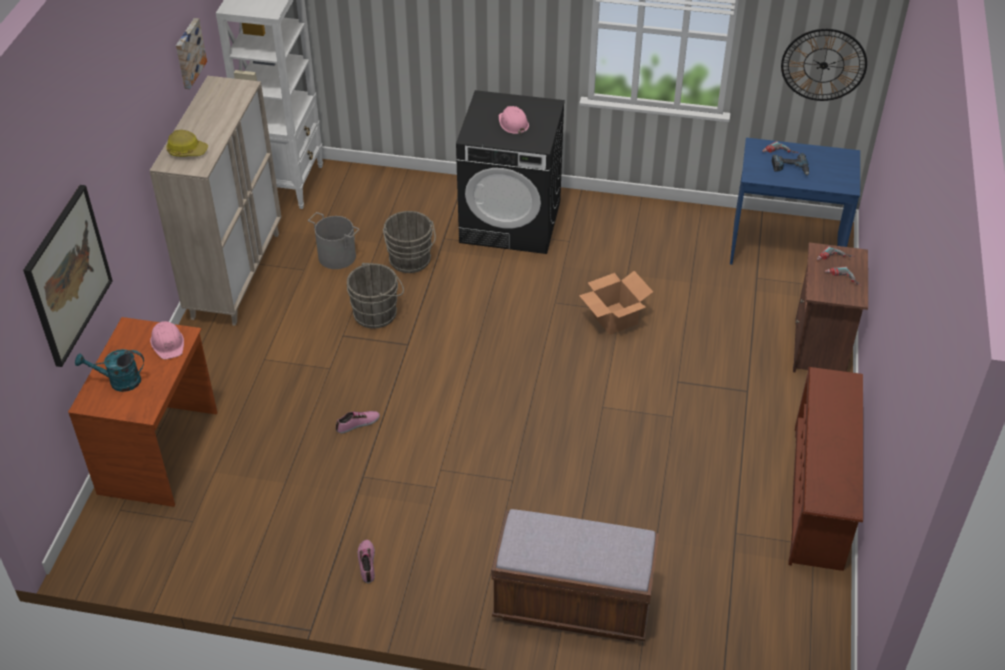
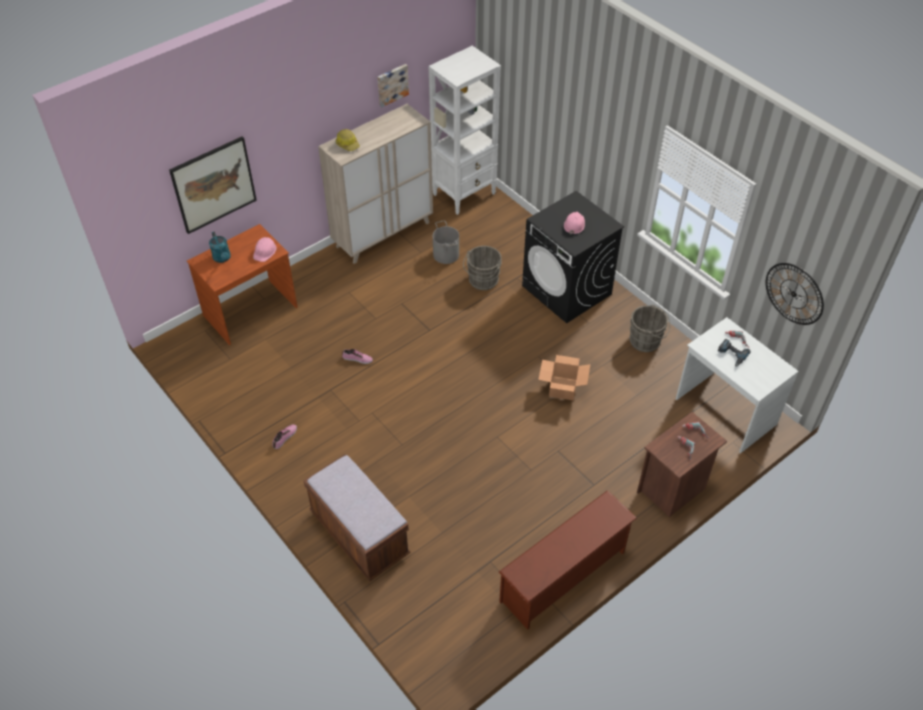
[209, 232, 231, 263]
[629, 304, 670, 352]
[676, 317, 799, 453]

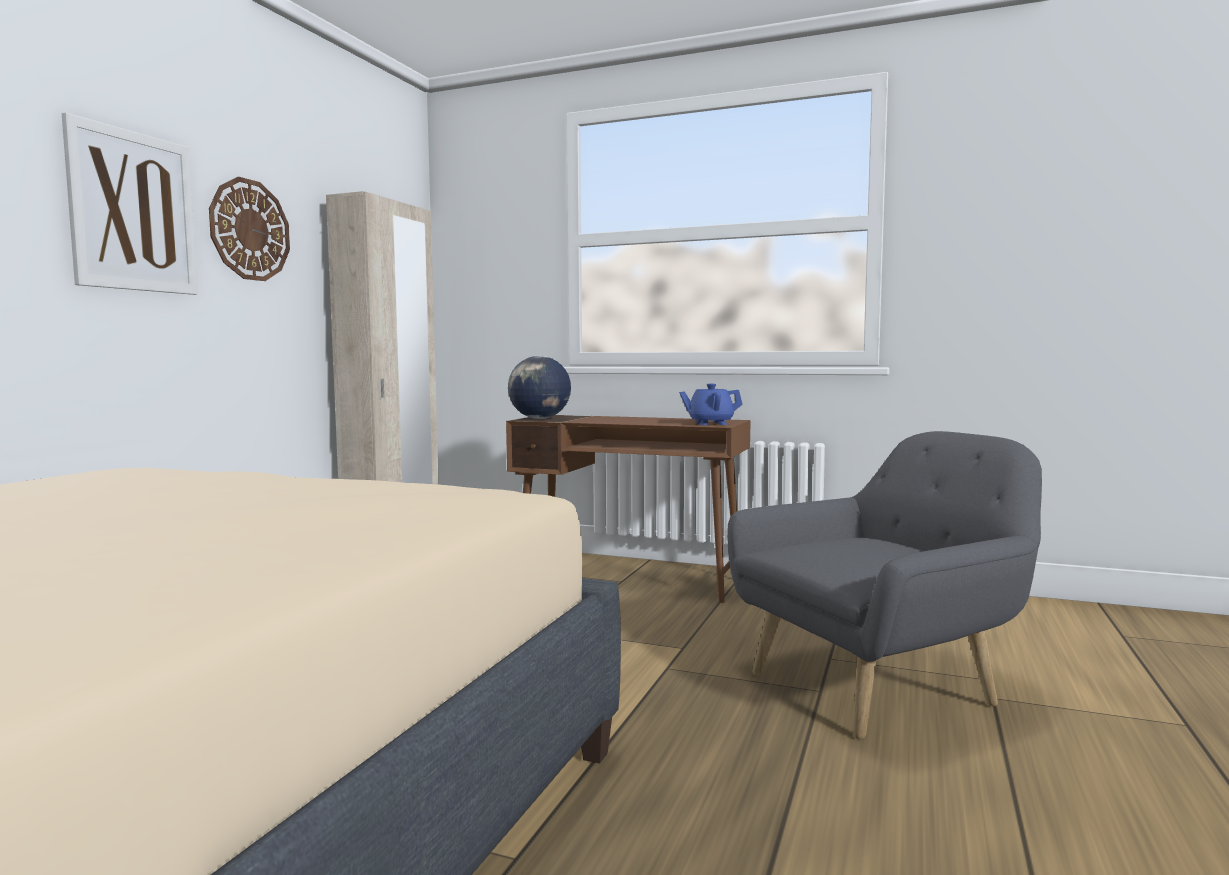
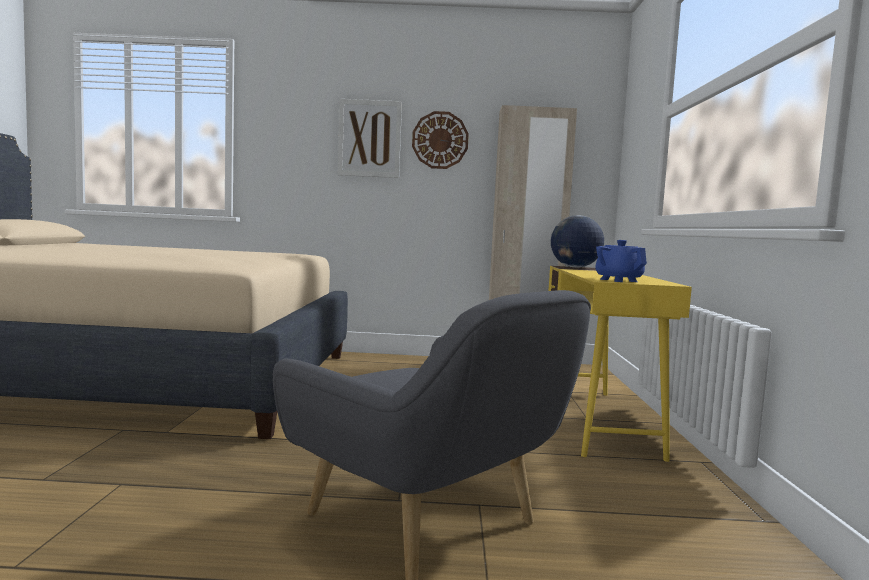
[548, 266, 692, 462]

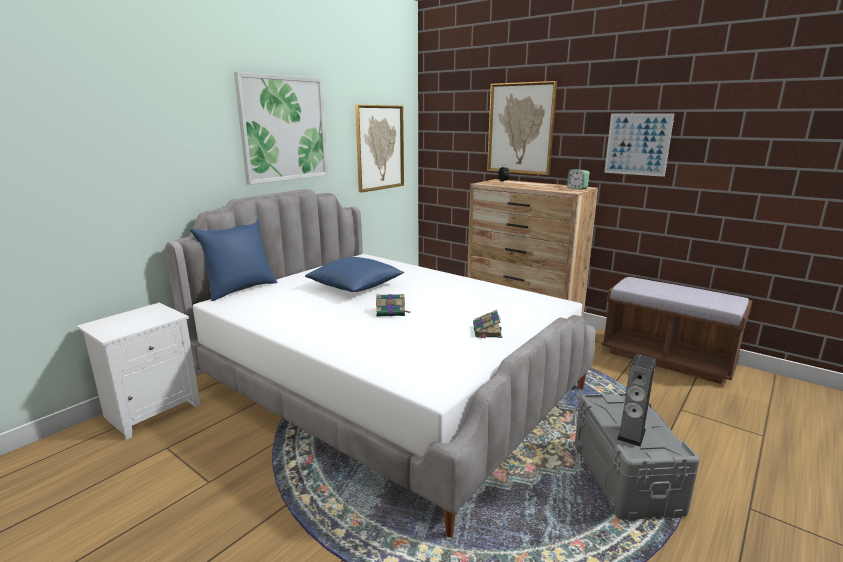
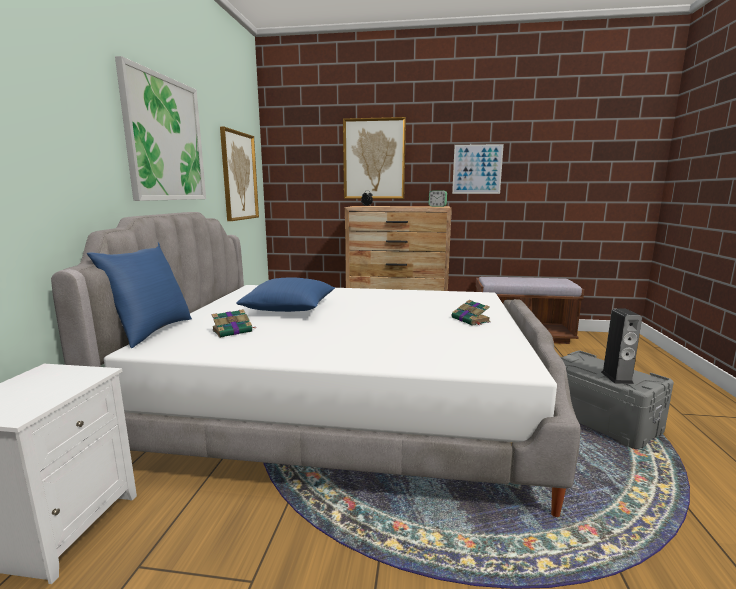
[212, 309, 255, 338]

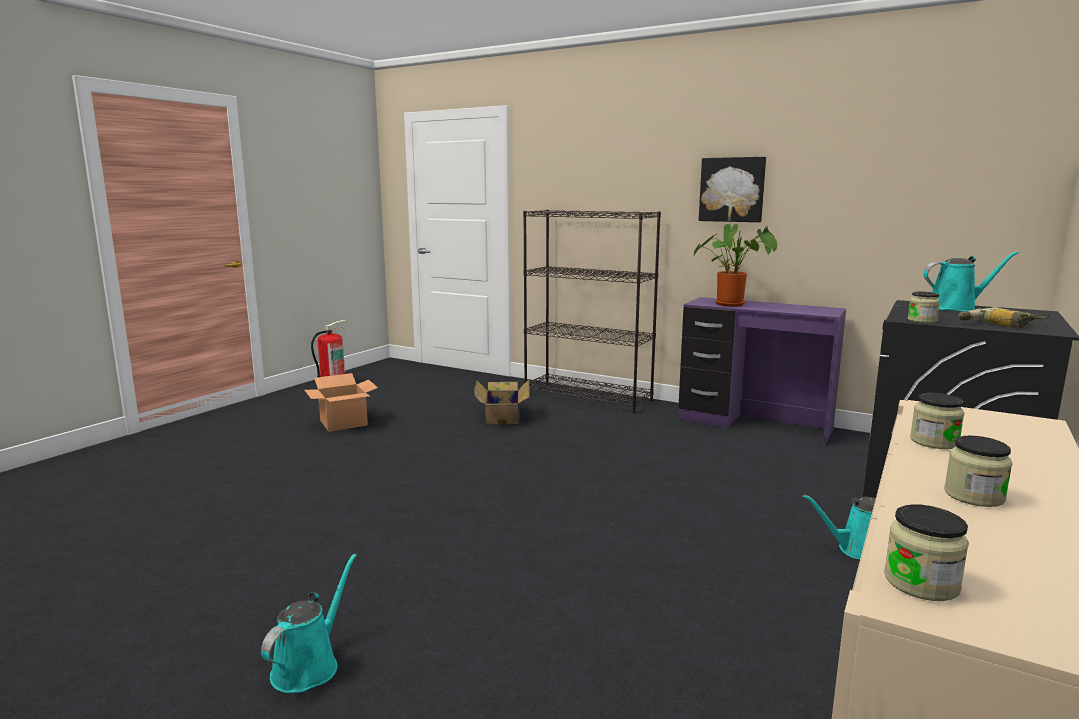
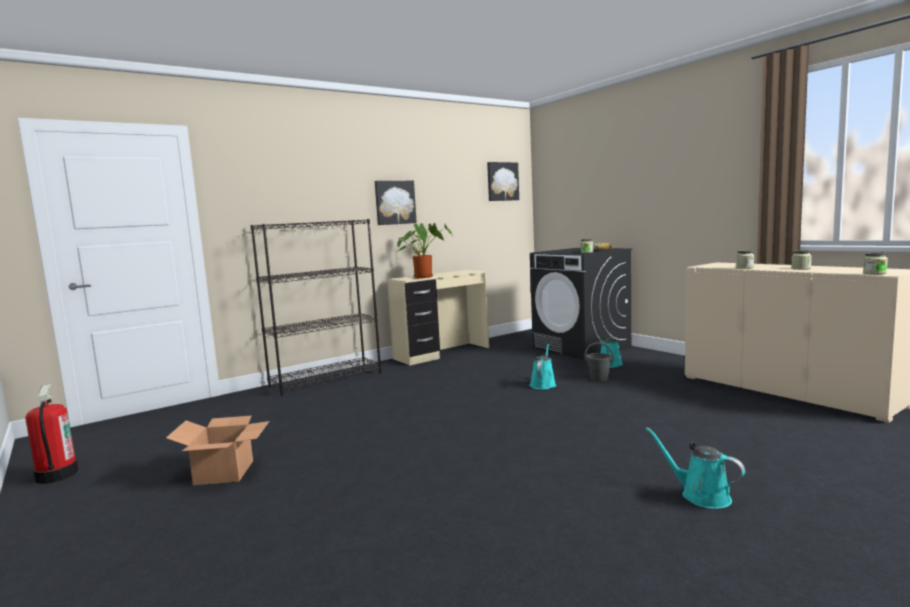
[387, 270, 489, 366]
[487, 162, 519, 201]
[530, 344, 556, 389]
[584, 342, 614, 382]
[474, 380, 530, 425] (first image)

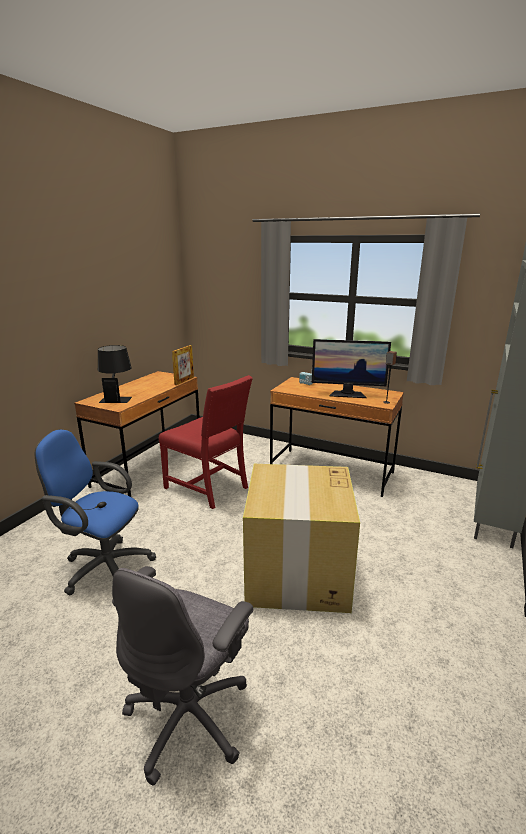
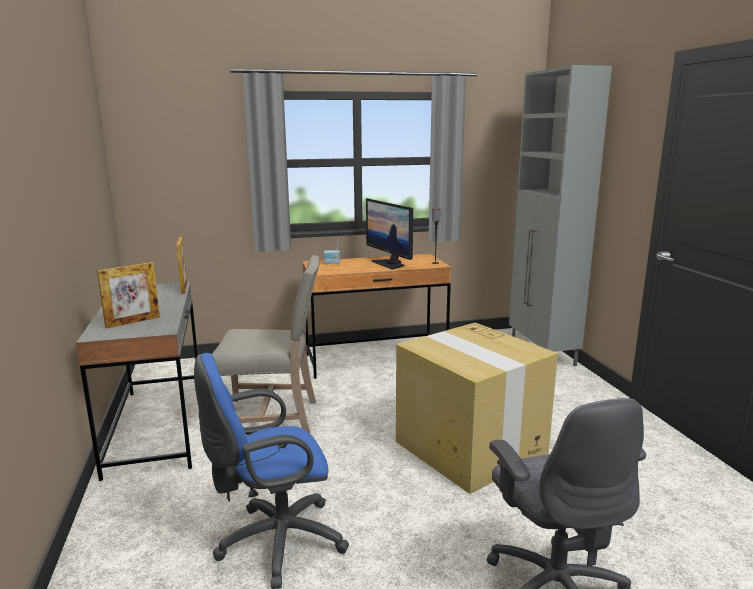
[76, 282, 198, 481]
[97, 262, 160, 329]
[212, 255, 320, 433]
[366, 198, 413, 270]

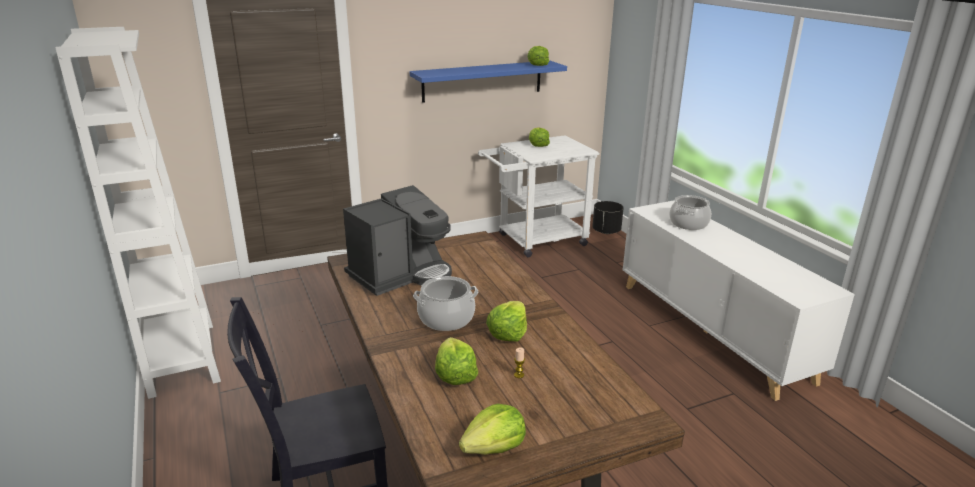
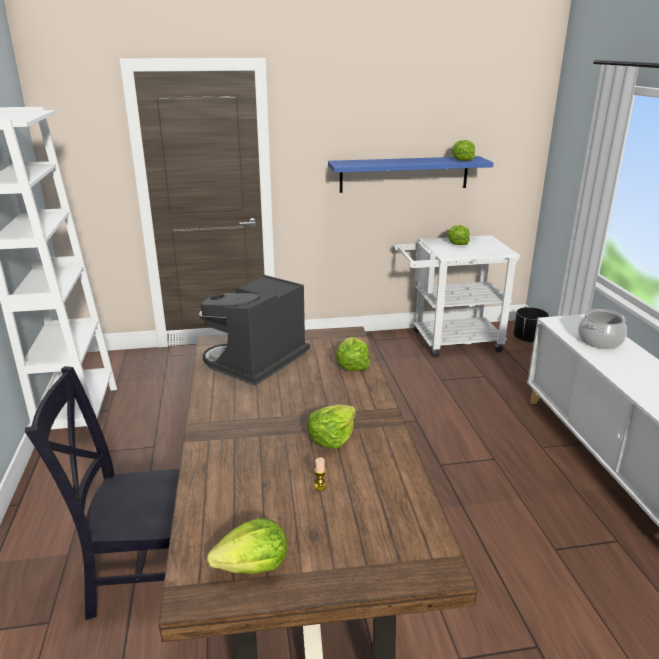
[199, 275, 310, 386]
[336, 337, 370, 371]
[413, 276, 478, 331] (first image)

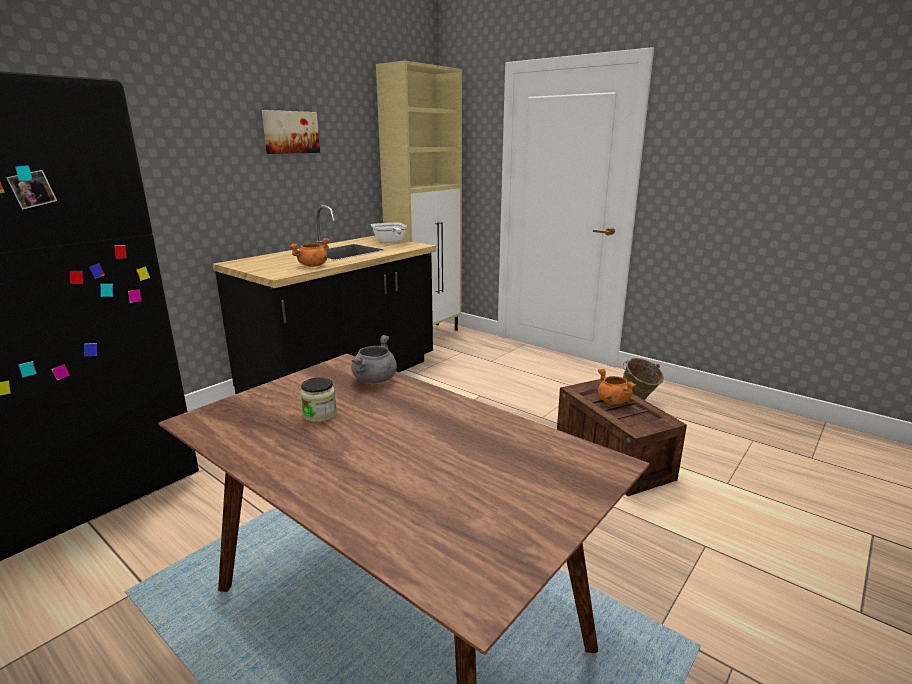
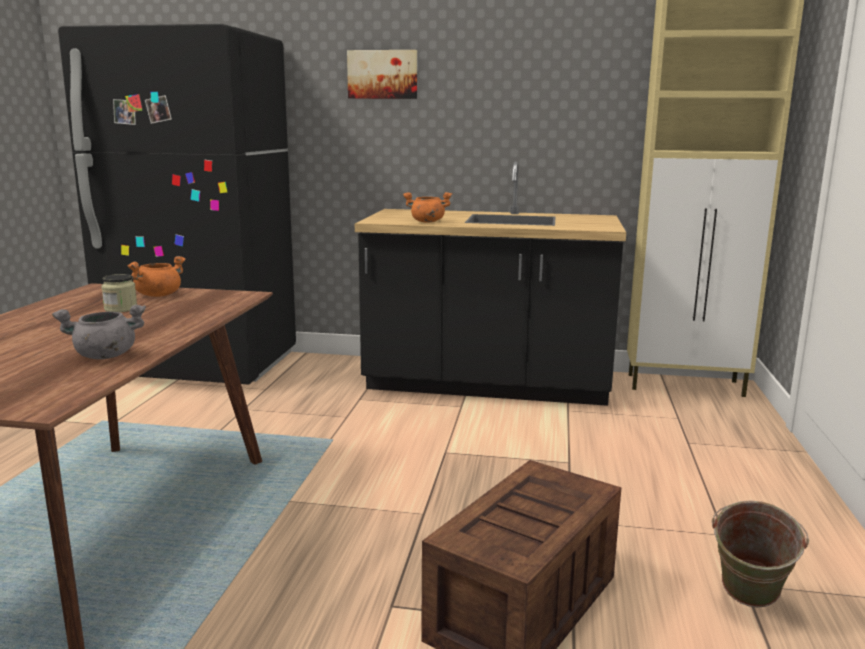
[52, 305, 146, 359]
[128, 256, 186, 297]
[347, 50, 417, 99]
[371, 222, 407, 243] (first image)

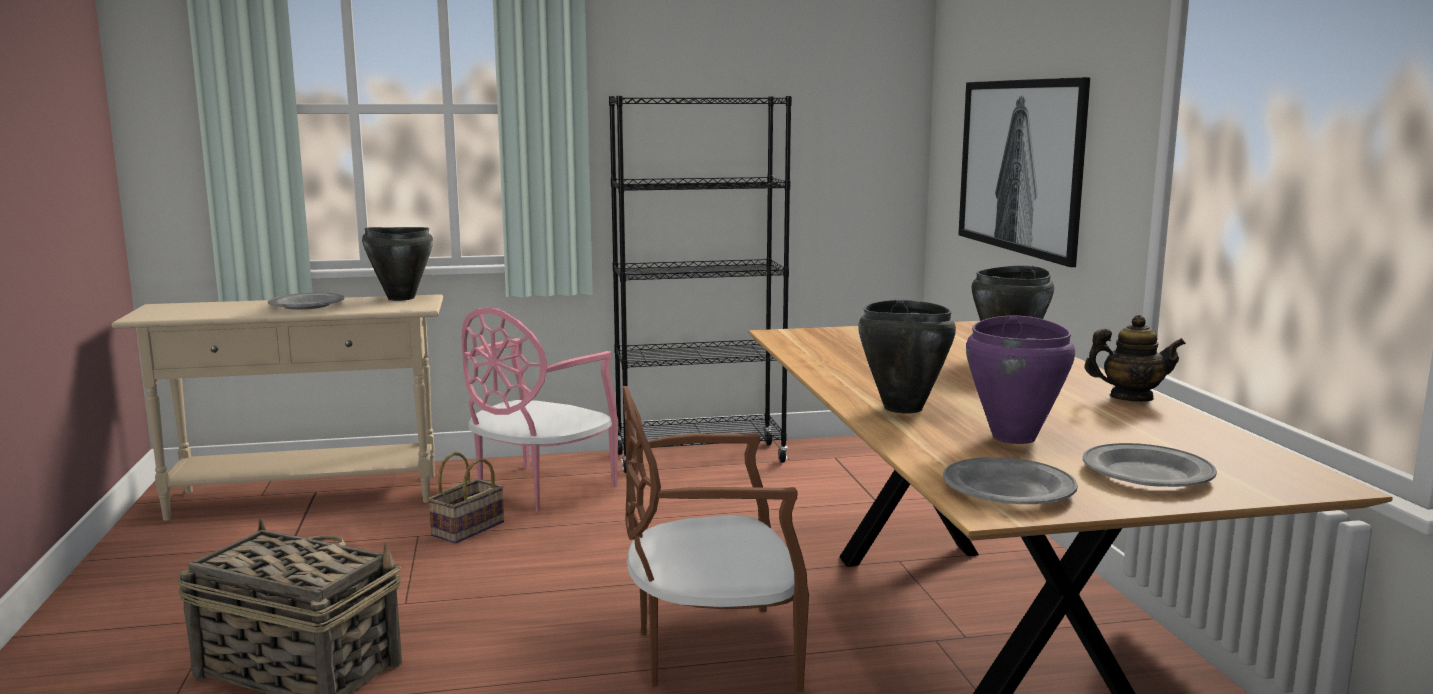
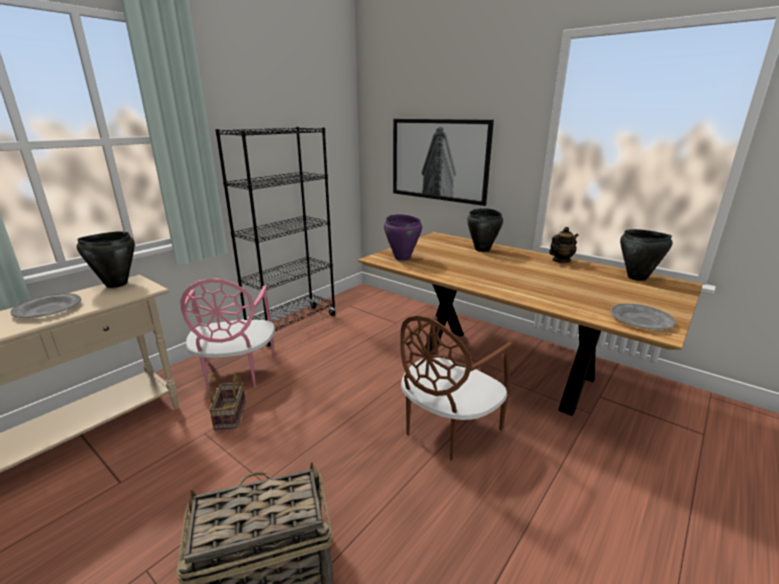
[384, 214, 422, 261]
[620, 229, 673, 281]
[1083, 443, 1217, 487] (first image)

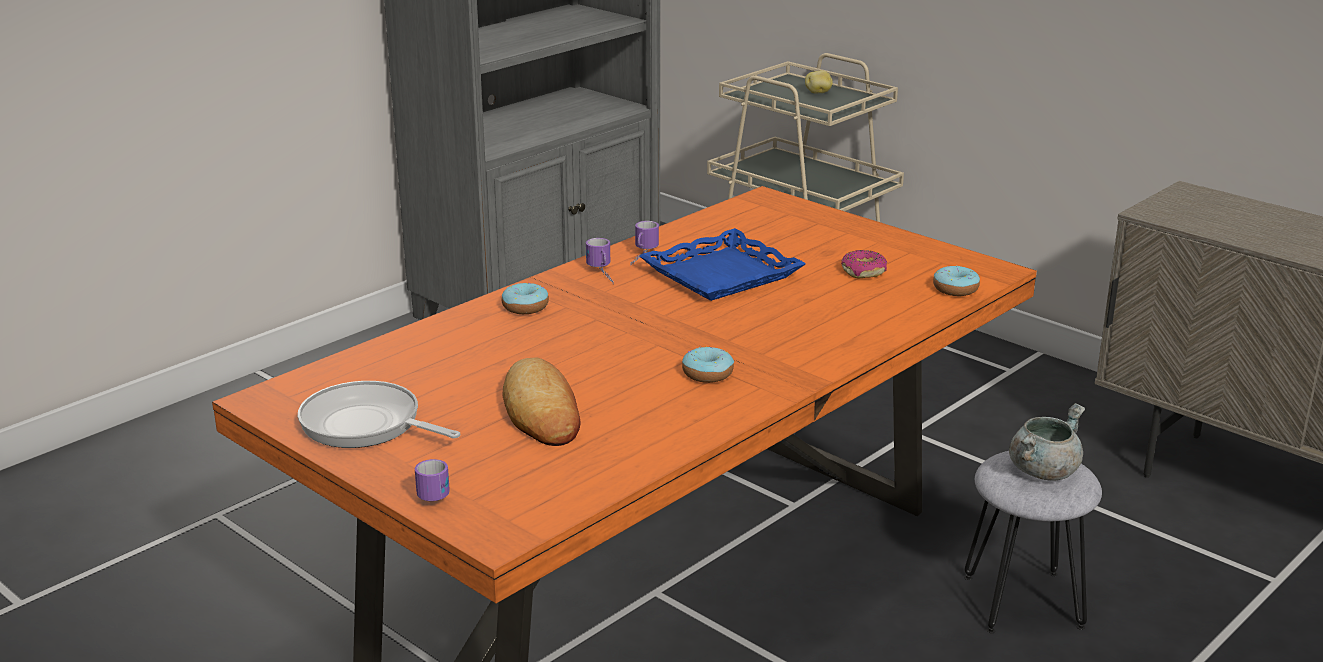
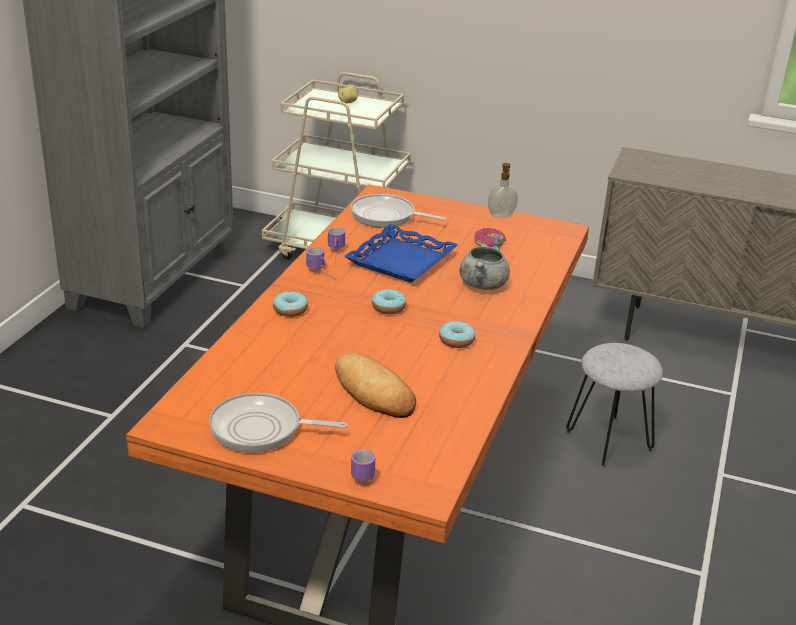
[350, 194, 446, 228]
[372, 289, 406, 314]
[460, 234, 510, 290]
[488, 163, 518, 217]

